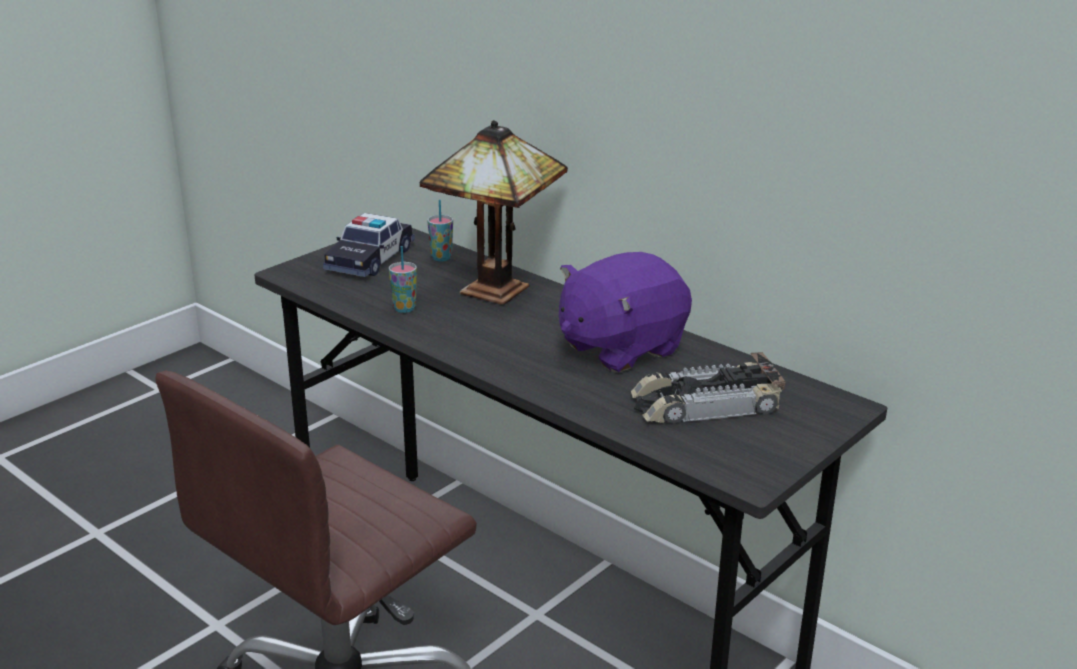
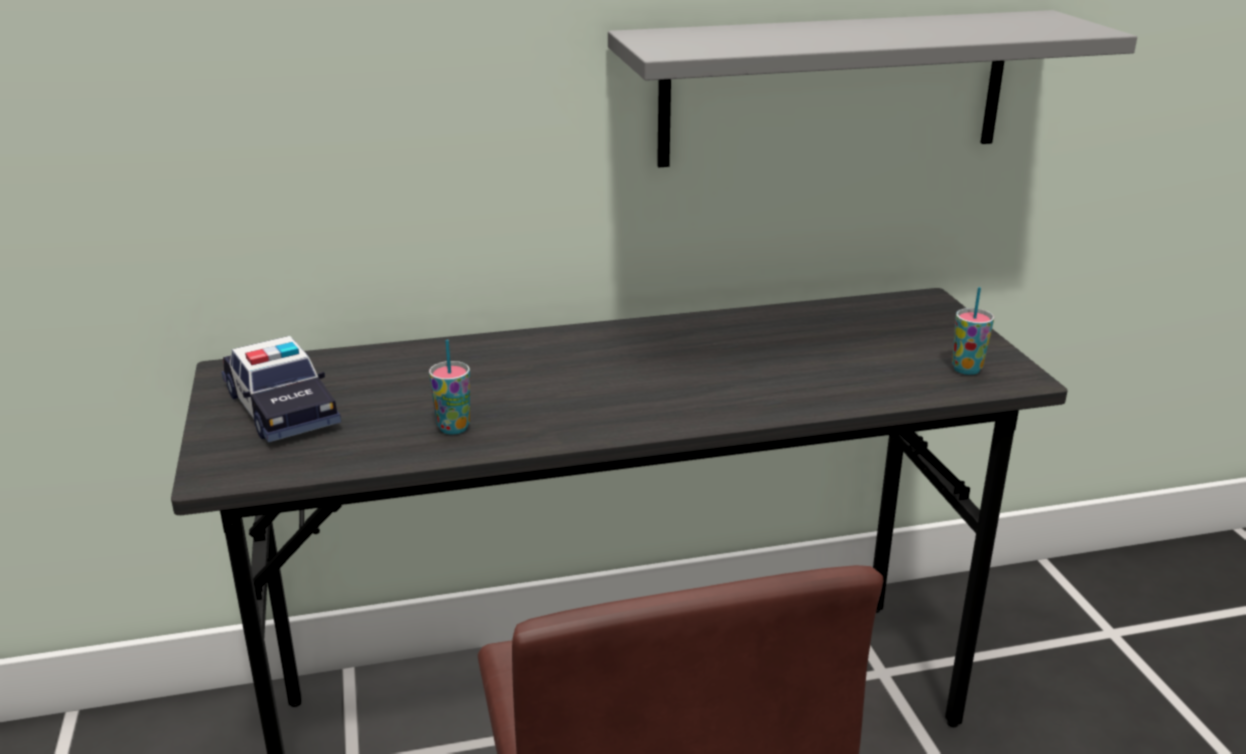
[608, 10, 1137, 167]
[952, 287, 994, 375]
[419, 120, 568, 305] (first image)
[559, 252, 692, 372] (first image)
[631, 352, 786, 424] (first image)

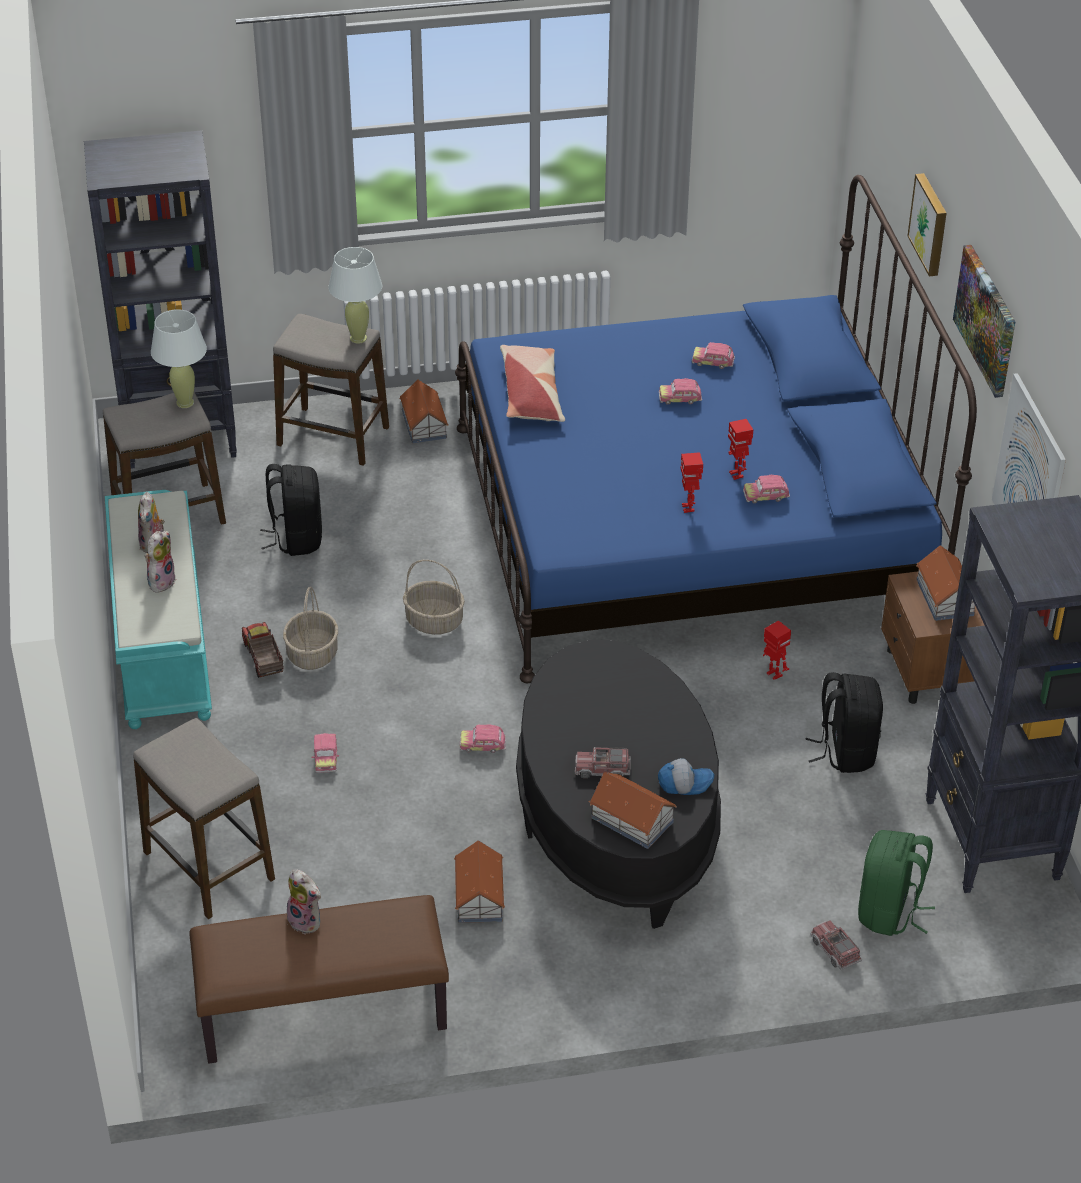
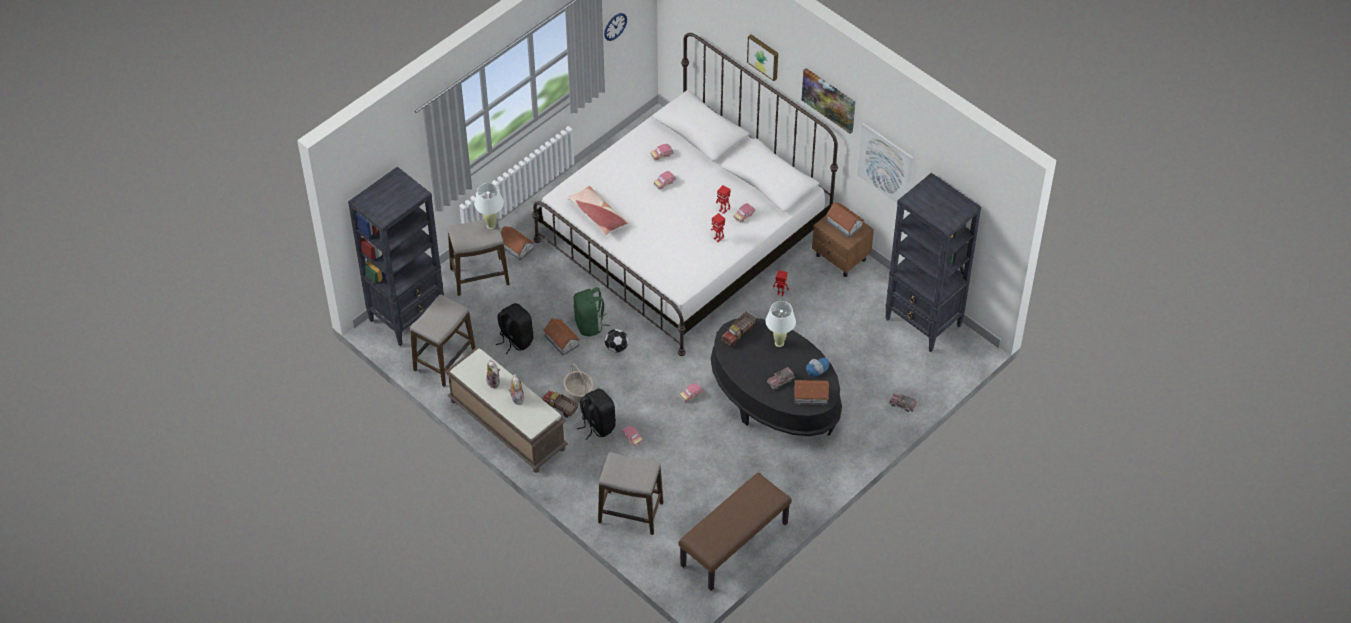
[445, 347, 568, 472]
[532, 33, 838, 356]
[543, 318, 580, 356]
[573, 287, 610, 336]
[577, 389, 616, 440]
[604, 13, 627, 41]
[605, 329, 628, 353]
[721, 312, 756, 347]
[766, 301, 796, 347]
[287, 869, 322, 934] (first image)

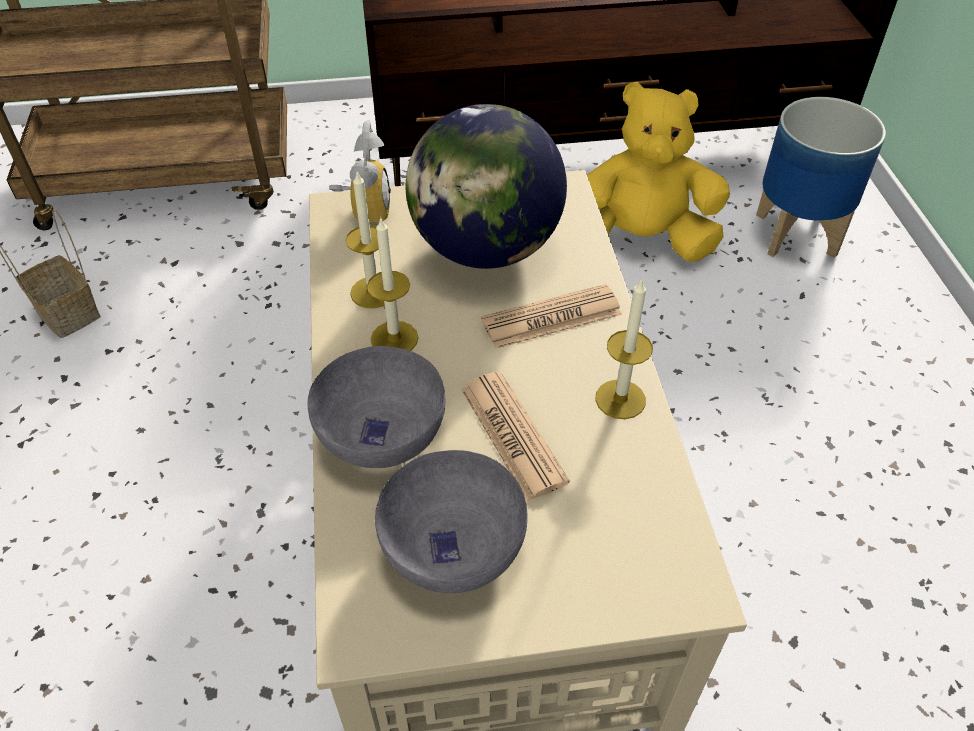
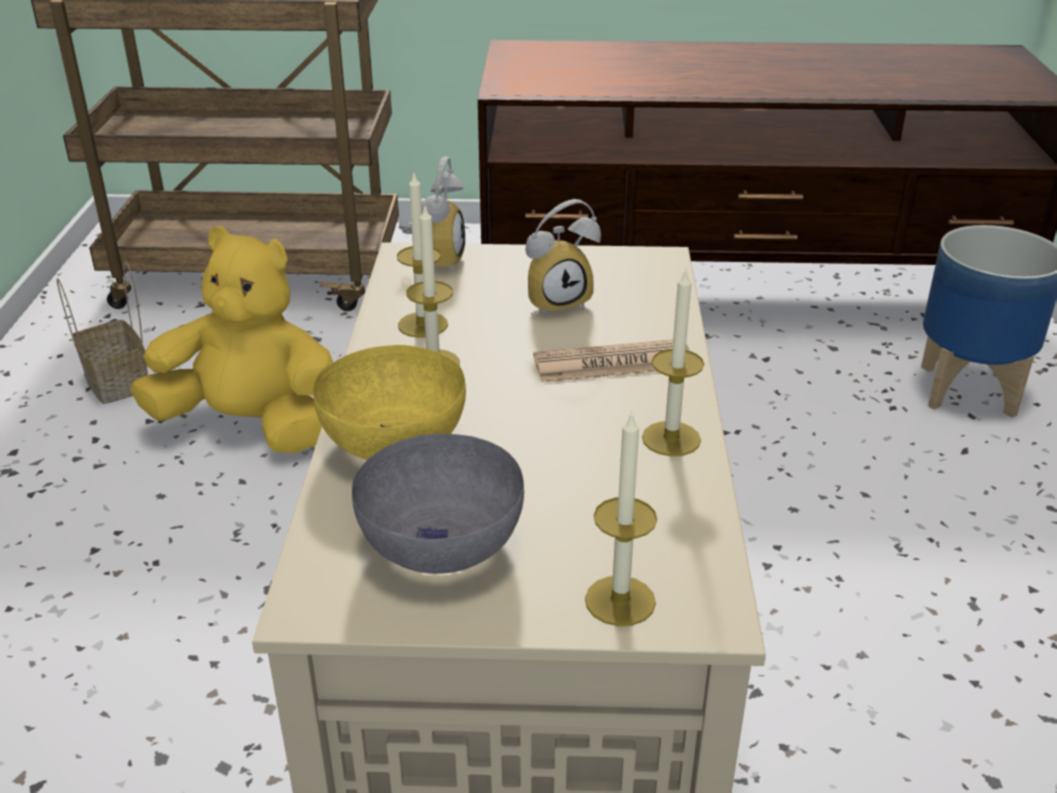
[130, 226, 333, 453]
[313, 345, 466, 460]
[525, 199, 601, 317]
[585, 411, 657, 626]
[461, 371, 570, 501] (first image)

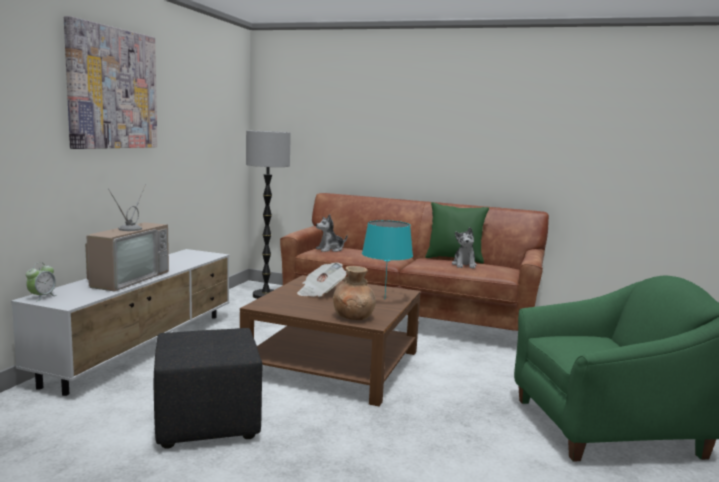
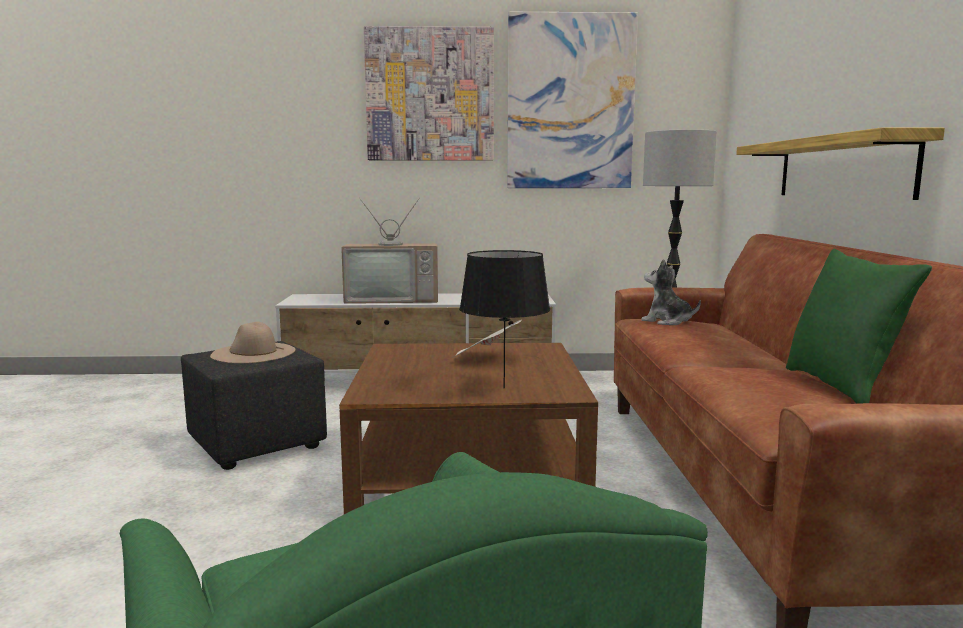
[210, 322, 296, 363]
[459, 250, 550, 388]
[507, 12, 638, 188]
[736, 127, 945, 200]
[26, 262, 57, 301] (first image)
[333, 266, 376, 320] (first image)
[452, 227, 477, 269] (first image)

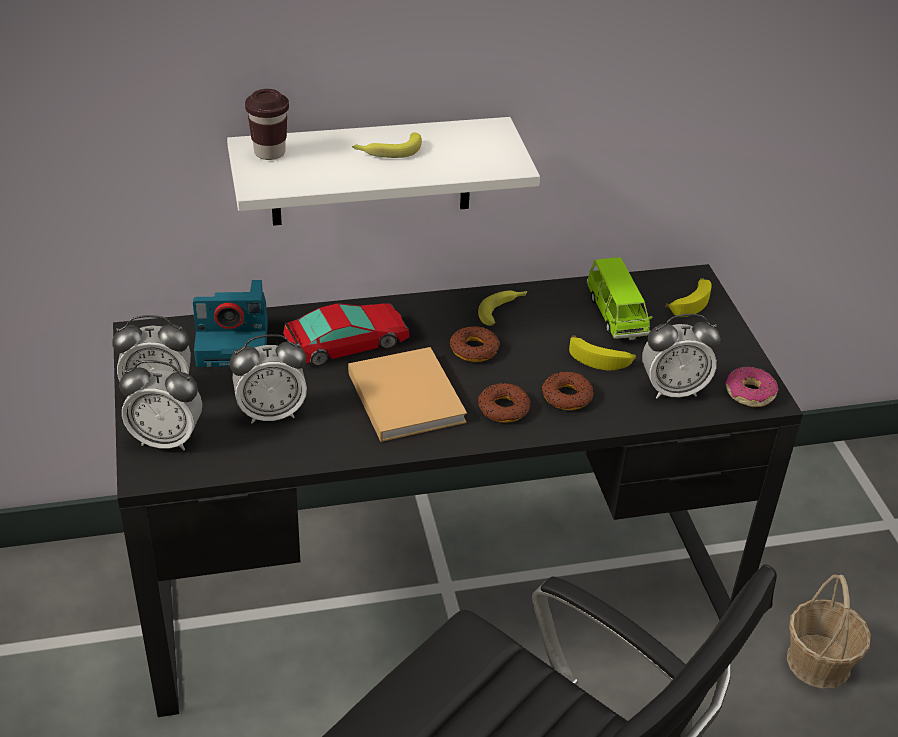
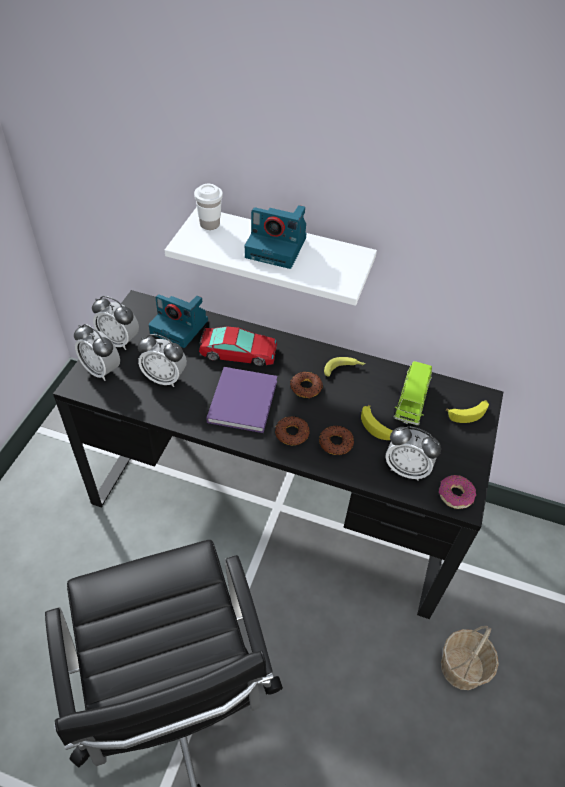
[194, 184, 223, 230]
[206, 367, 277, 433]
[245, 205, 306, 269]

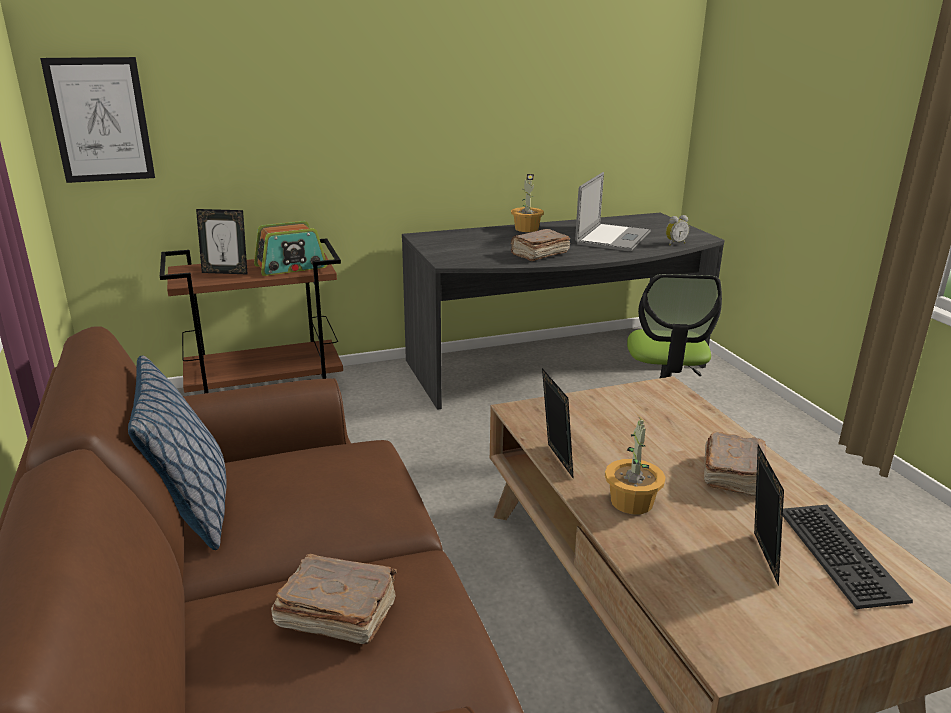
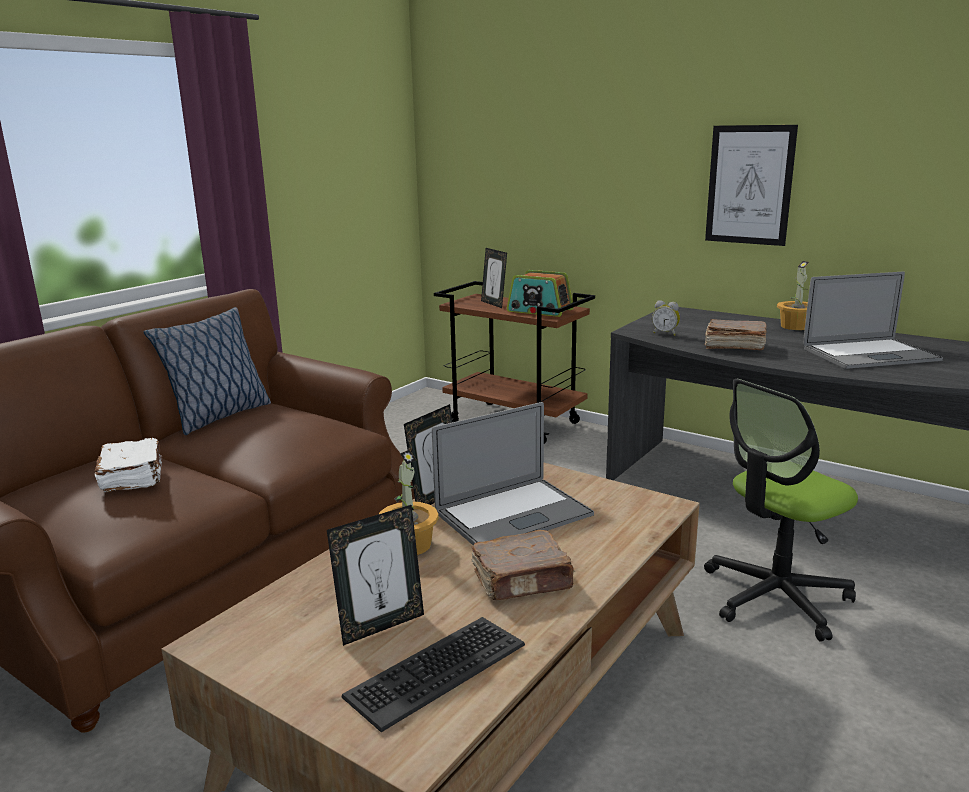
[95, 438, 162, 492]
[432, 402, 594, 546]
[652, 300, 680, 336]
[705, 125, 798, 246]

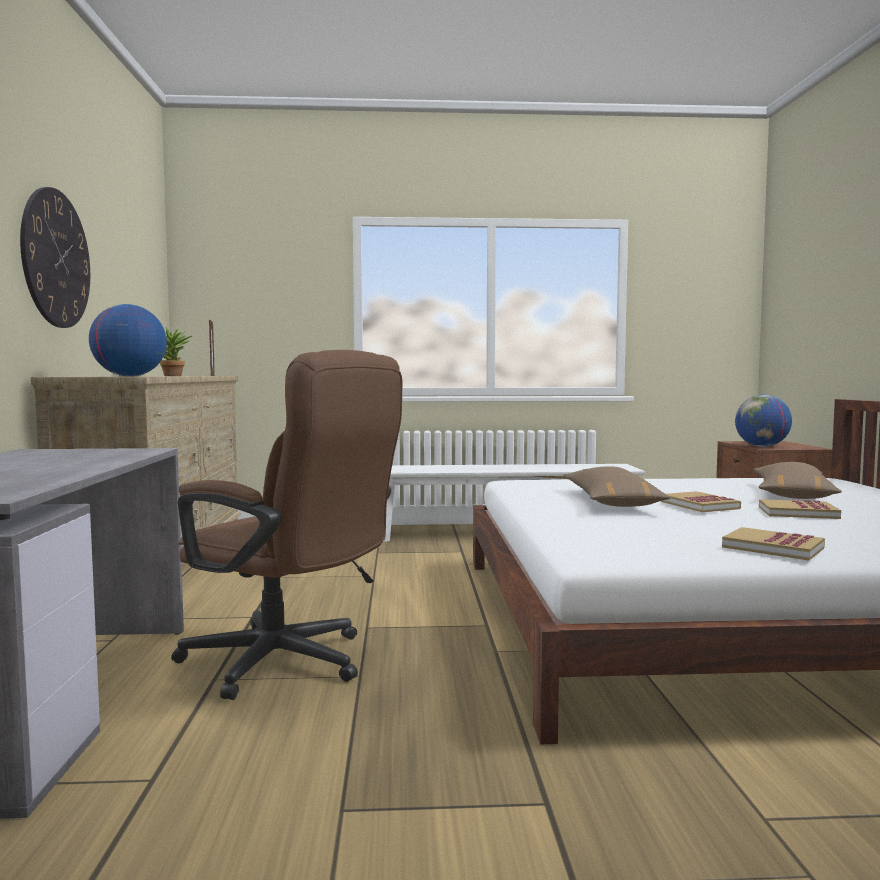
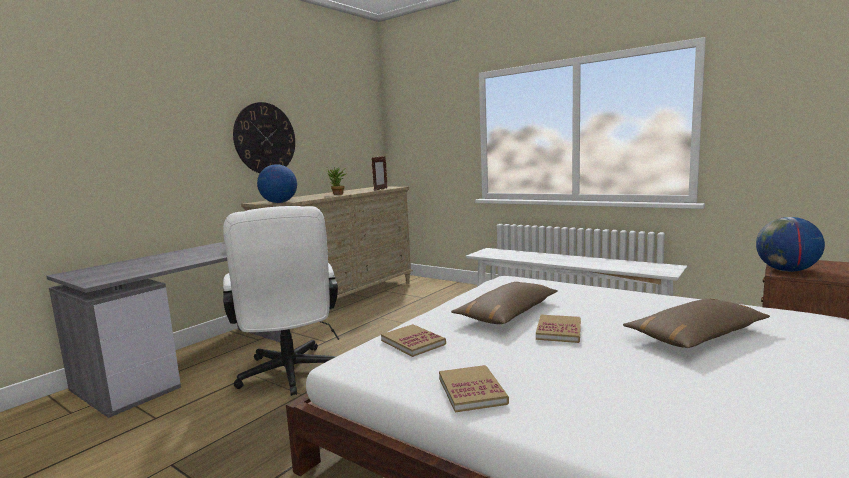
[223, 206, 339, 396]
[381, 324, 446, 357]

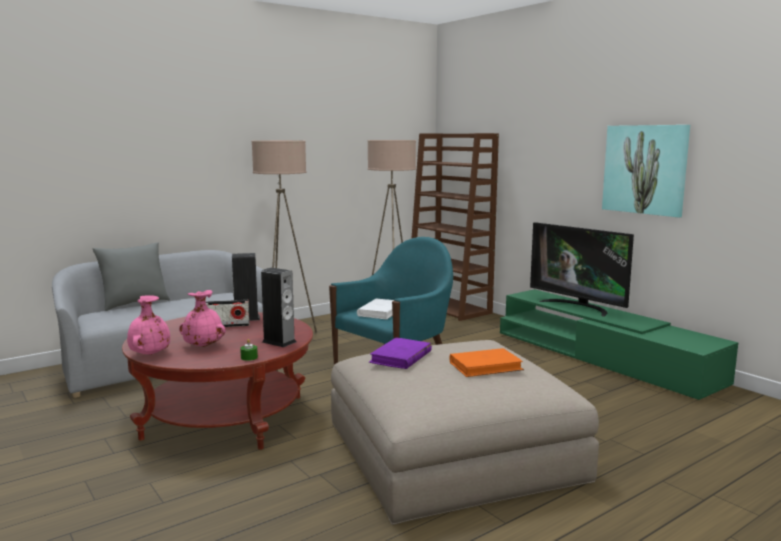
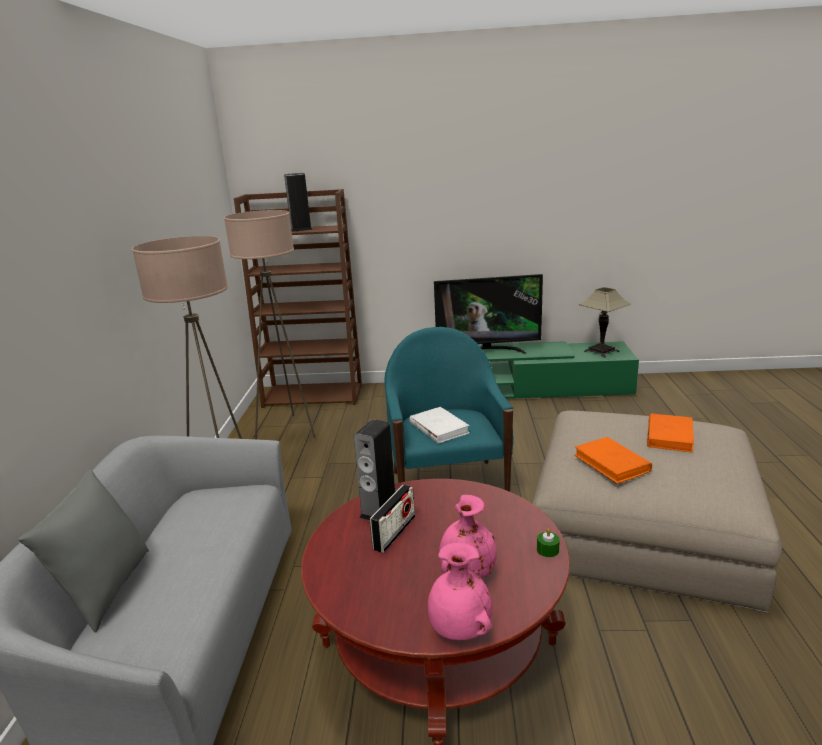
[284, 173, 313, 232]
[574, 437, 652, 484]
[579, 287, 631, 358]
[602, 125, 690, 217] (first image)

